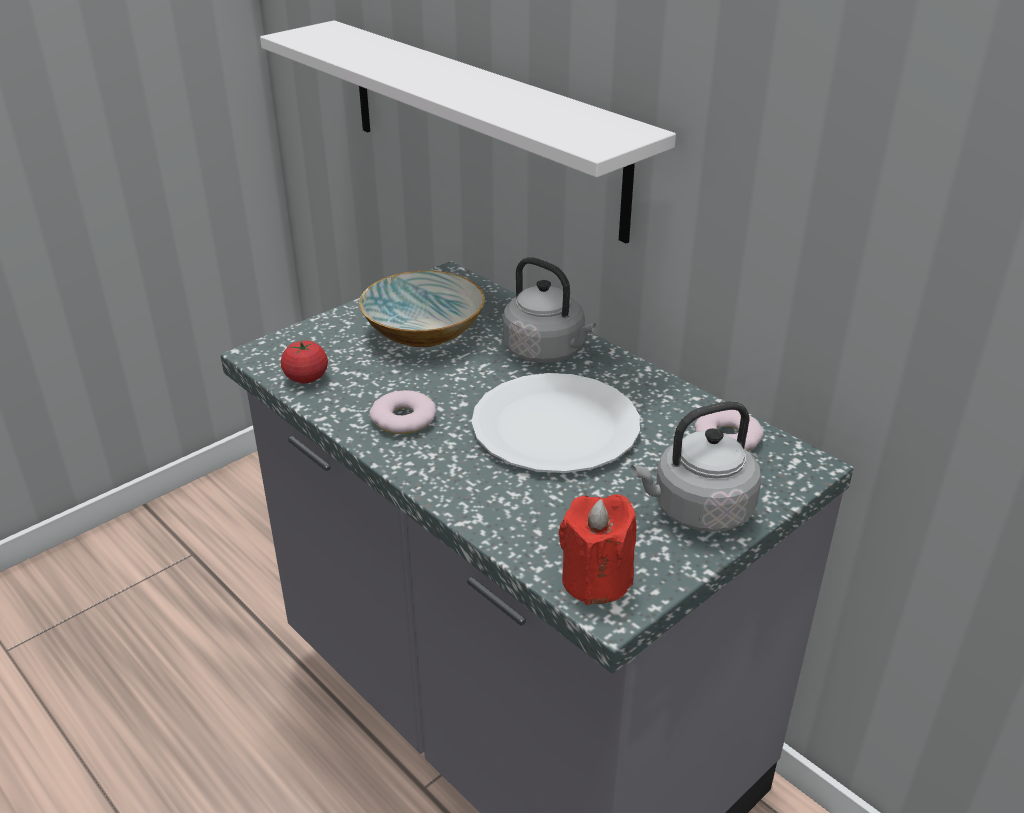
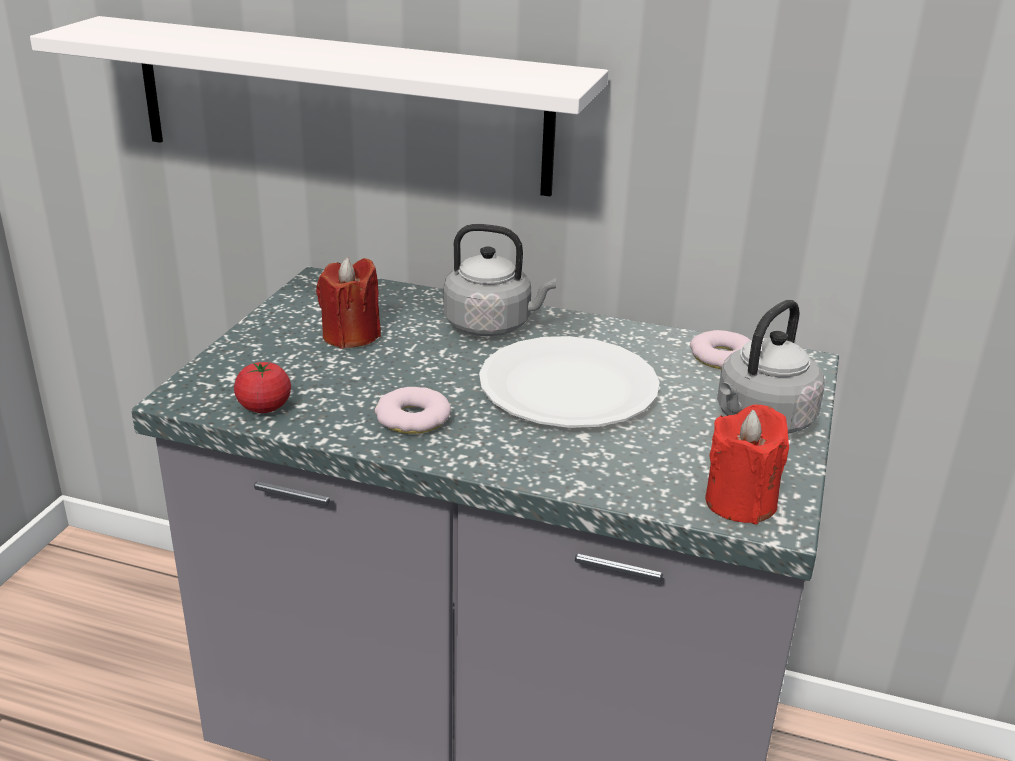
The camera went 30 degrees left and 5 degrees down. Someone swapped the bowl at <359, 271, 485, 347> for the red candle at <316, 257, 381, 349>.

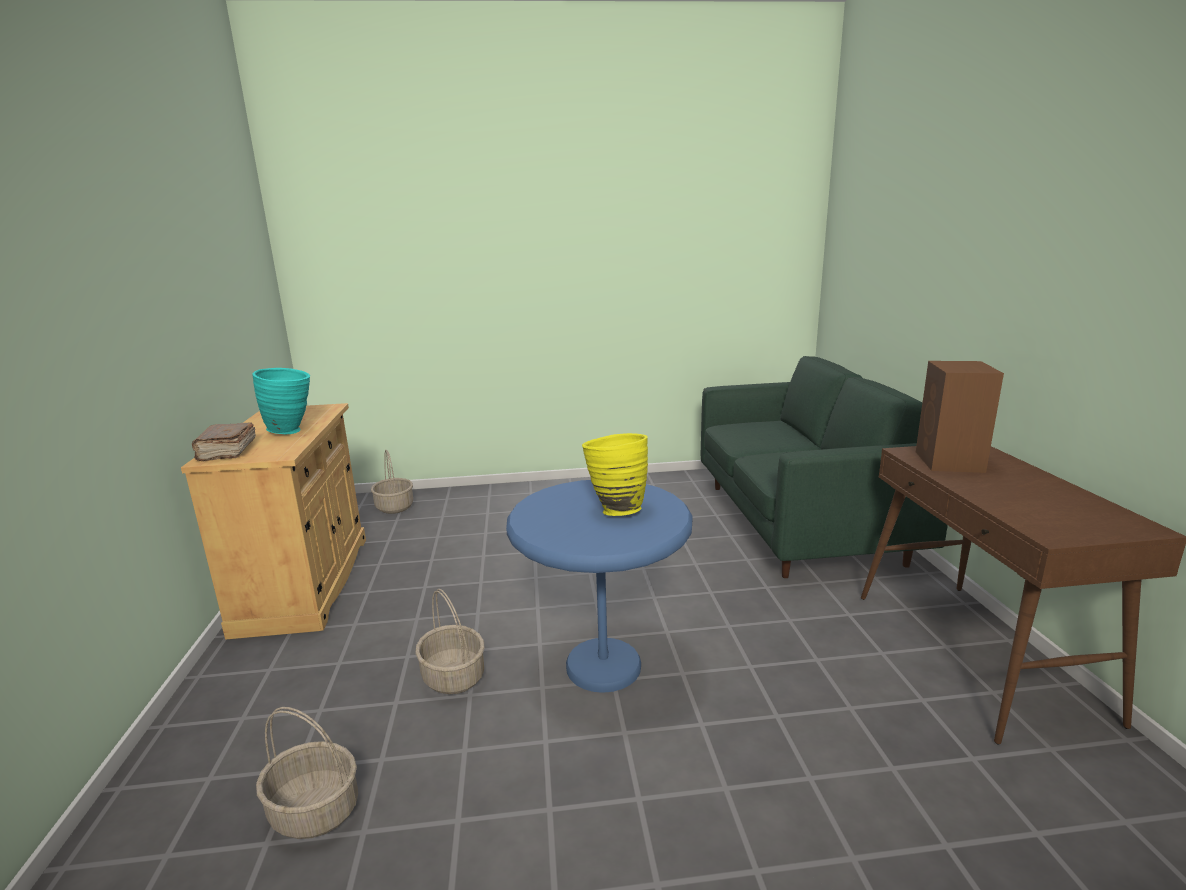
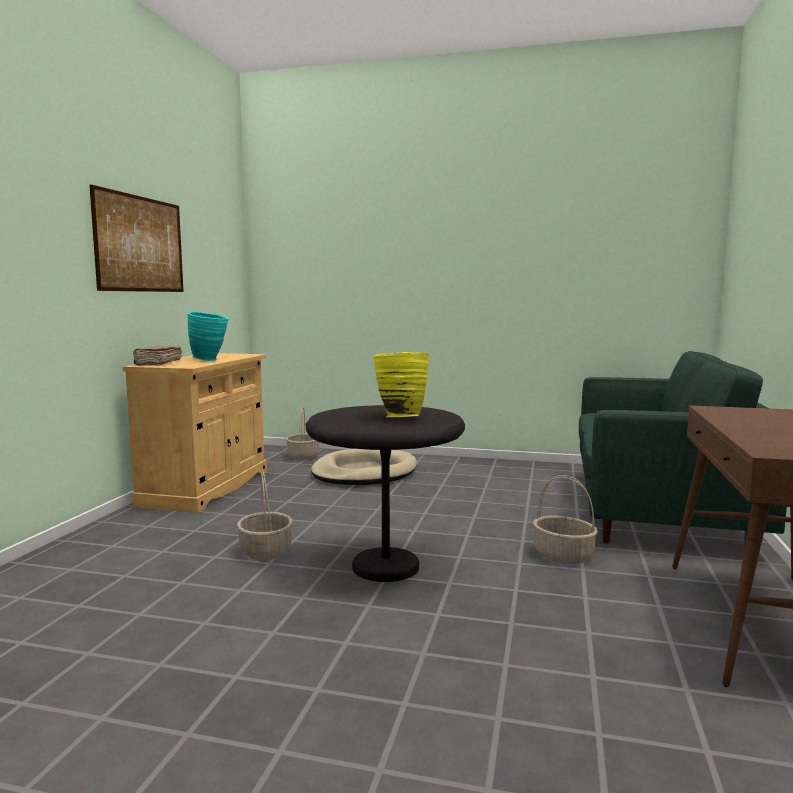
The camera went 20 degrees right and 10 degrees down. Someone put up the picture at <89, 185, 184, 292>. Someone repainted the blue side table at <506, 480, 692, 693>, which became the black side table at <306, 405, 465, 582>. Someone put down the beige dog bed at <311, 449, 417, 485>. Someone carried the basket from <256, 707, 358, 839> to <533, 475, 598, 564>. Someone took away the brown speaker at <916, 361, 1004, 473>.

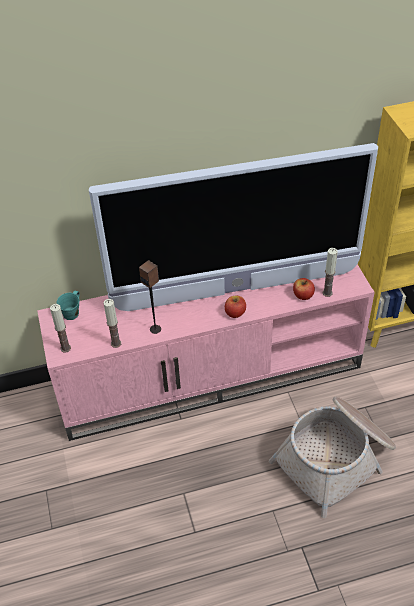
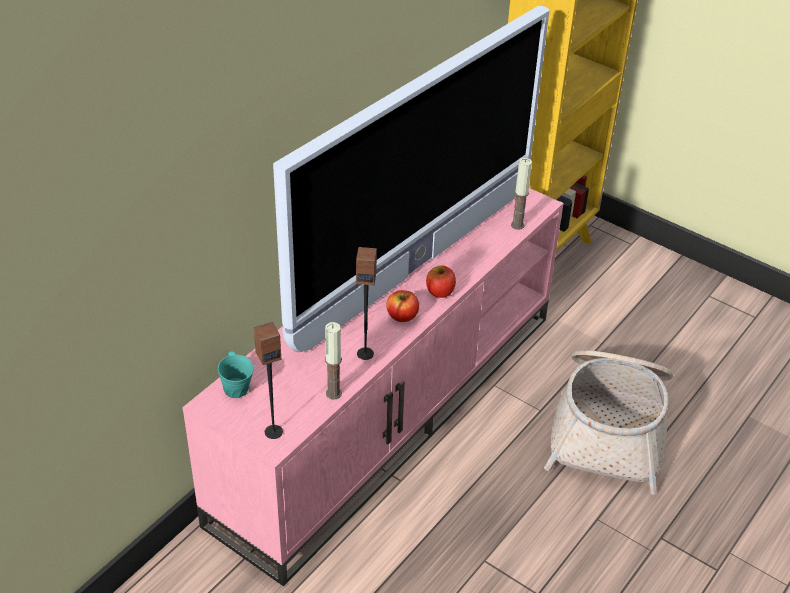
The camera went 40 degrees left and 5 degrees down. Someone swapped the candle at <50, 304, 71, 353> for the speaker at <254, 322, 283, 439>. Someone carried the apple from <293, 278, 315, 300> to <386, 290, 419, 322>.

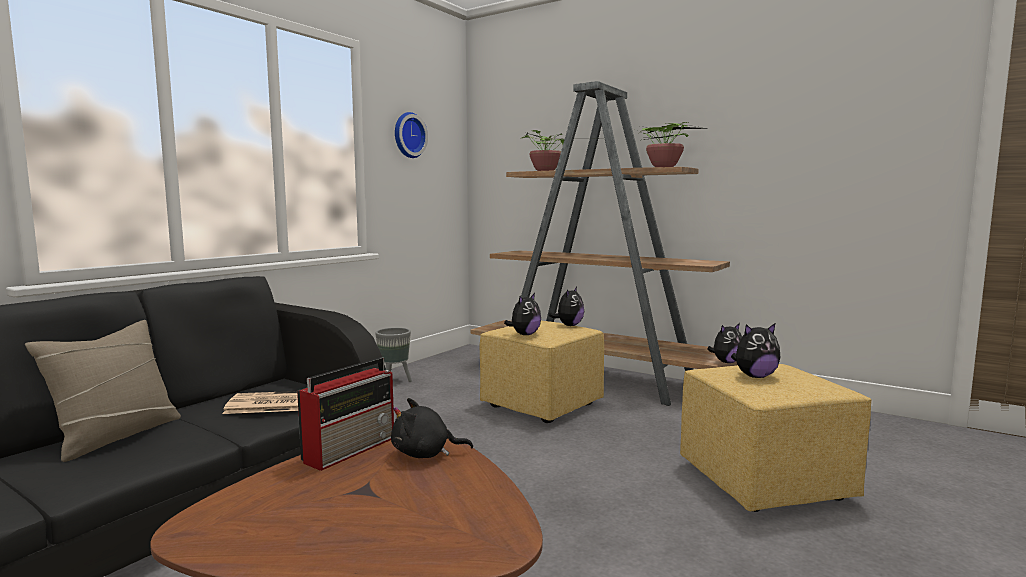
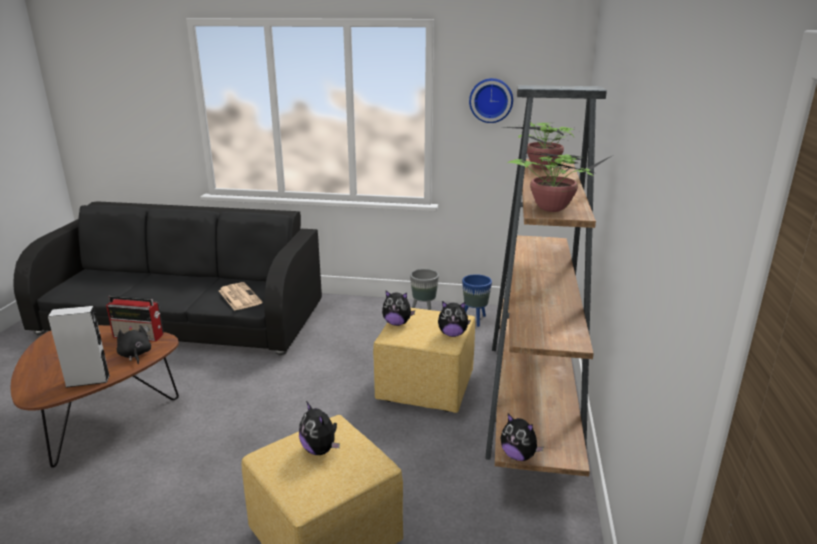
The camera went 65 degrees right and 15 degrees up. Someone put down the grey speaker at <48, 306, 110, 388>. Someone put down the blue planter at <462, 274, 492, 327>. Someone took away the beige pillow at <25, 320, 181, 462>.

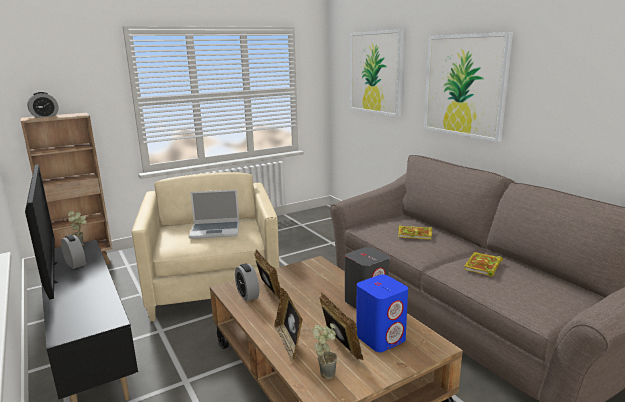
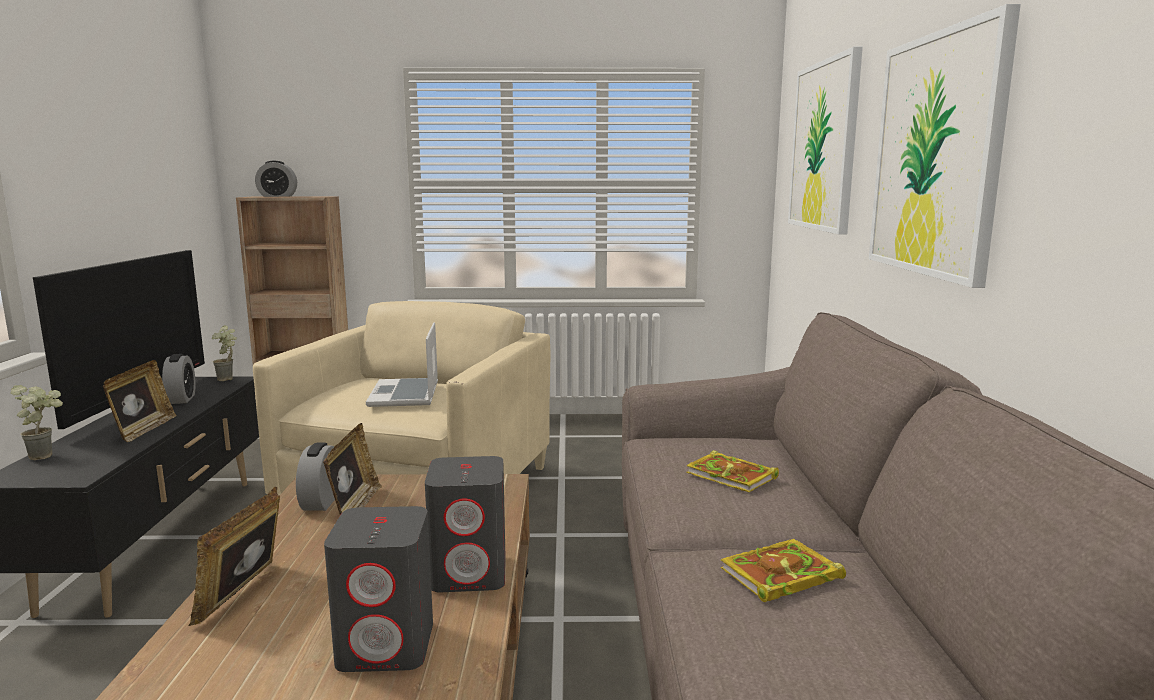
The camera went 30 degrees right and 5 degrees down. Someone carried the potted plant from <313, 323, 337, 379> to <11, 385, 63, 460>. Someone carried the picture frame from <320, 292, 363, 360> to <103, 360, 177, 442>. Someone repainted the blue speaker at <356, 274, 408, 352>, which became the grey speaker at <324, 506, 433, 672>. Someone rotated the laptop at <189, 189, 239, 239> by 60 degrees clockwise.

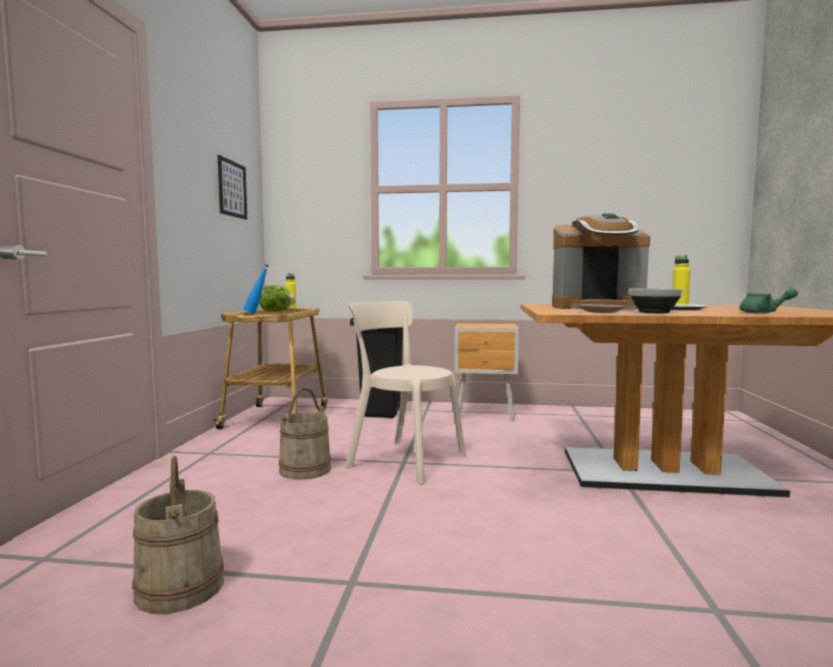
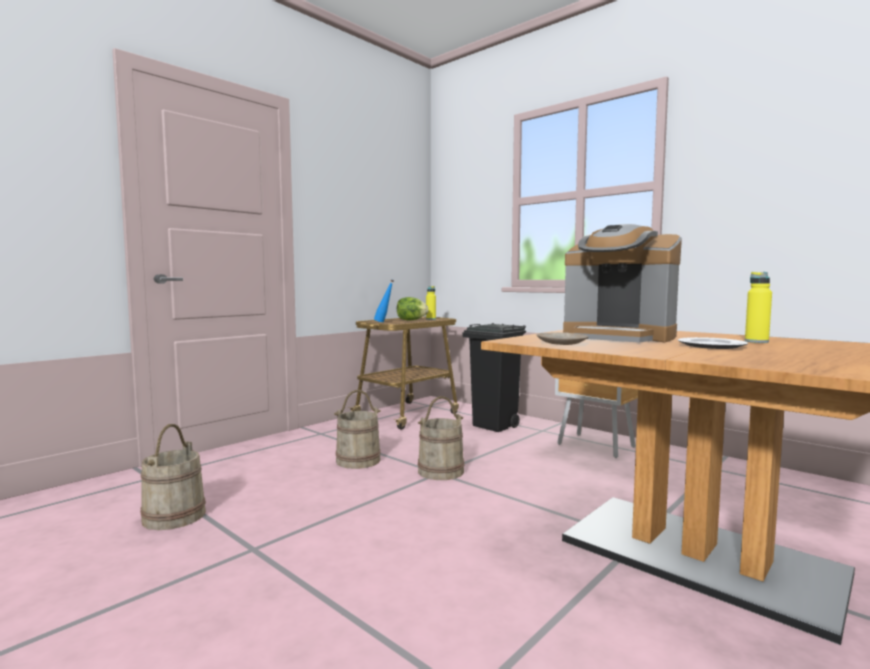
The camera went 35 degrees right and 0 degrees up. Someone swapped the beige chair at <346, 301, 466, 485> for the beige bucket at <418, 396, 465, 480>. Someone took away the picture at <218, 155, 247, 220>. Someone took away the bowl at <629, 288, 683, 313>. Someone took away the green teapot at <740, 288, 798, 313>.

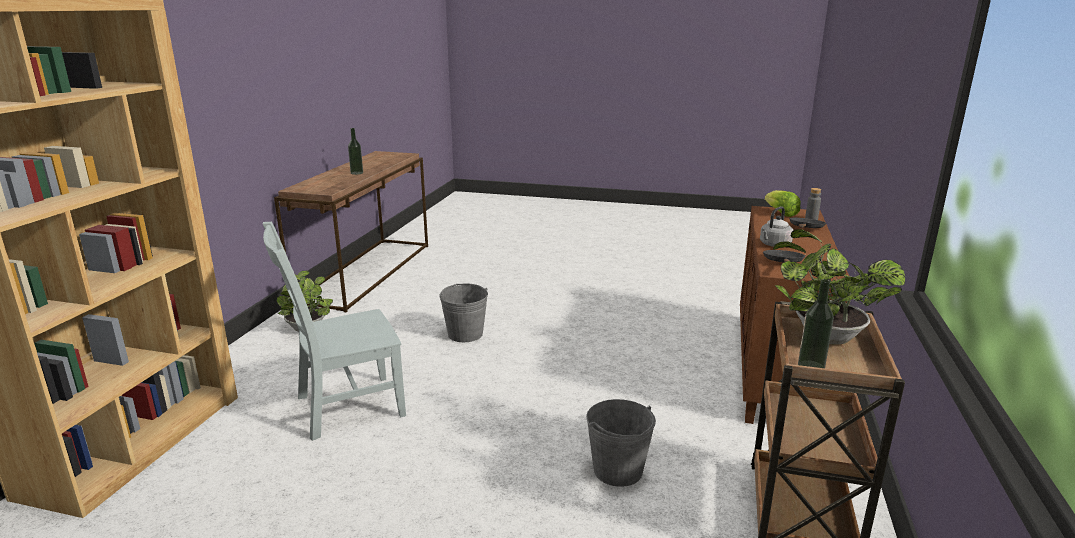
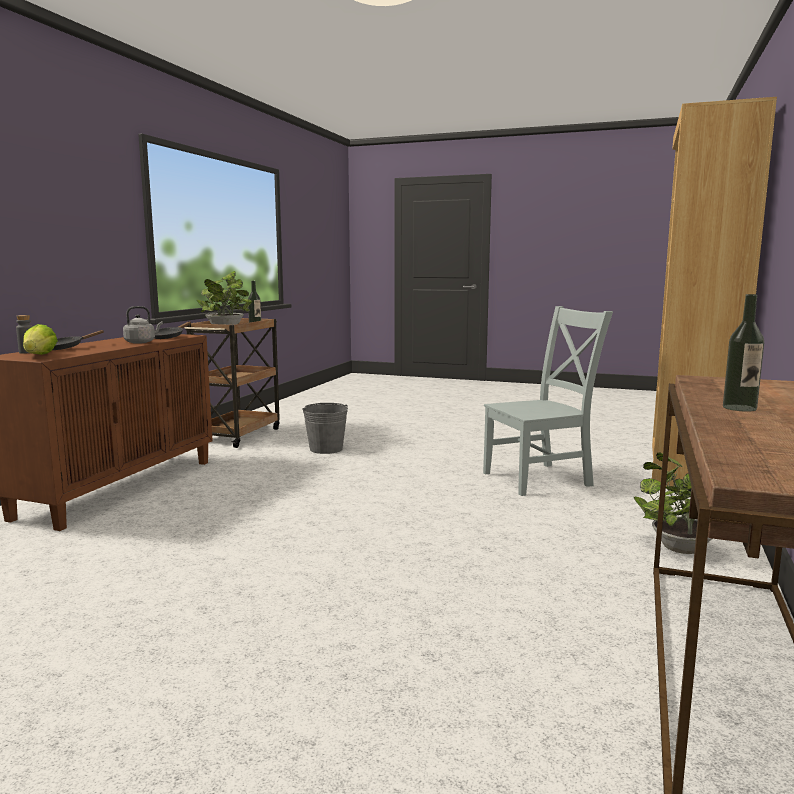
The camera went 175 degrees left and 10 degrees down. Someone took away the grey bucket at <439, 284, 488, 342>.

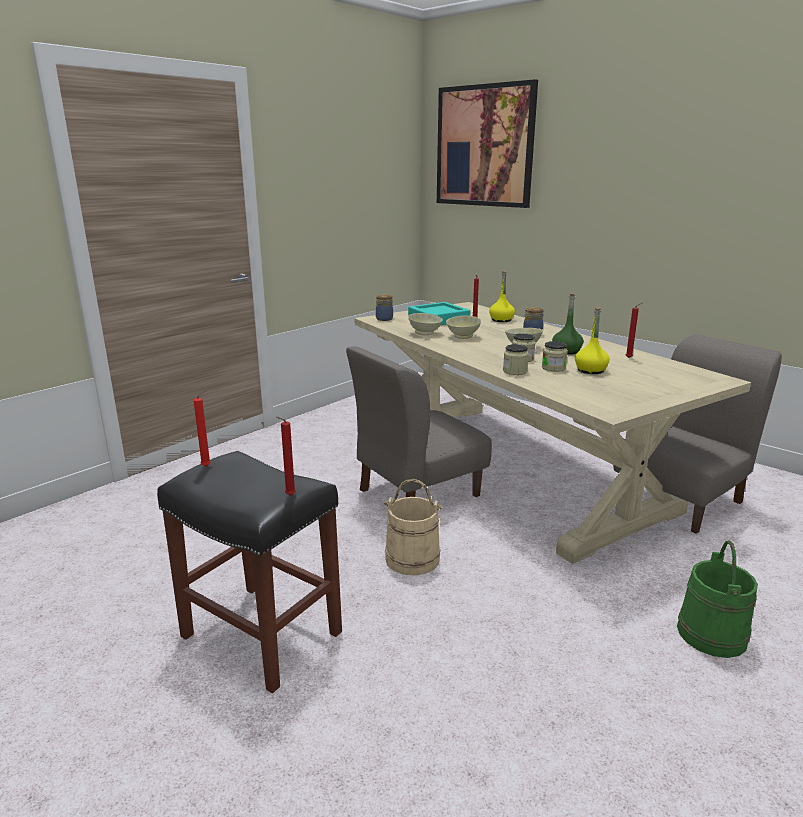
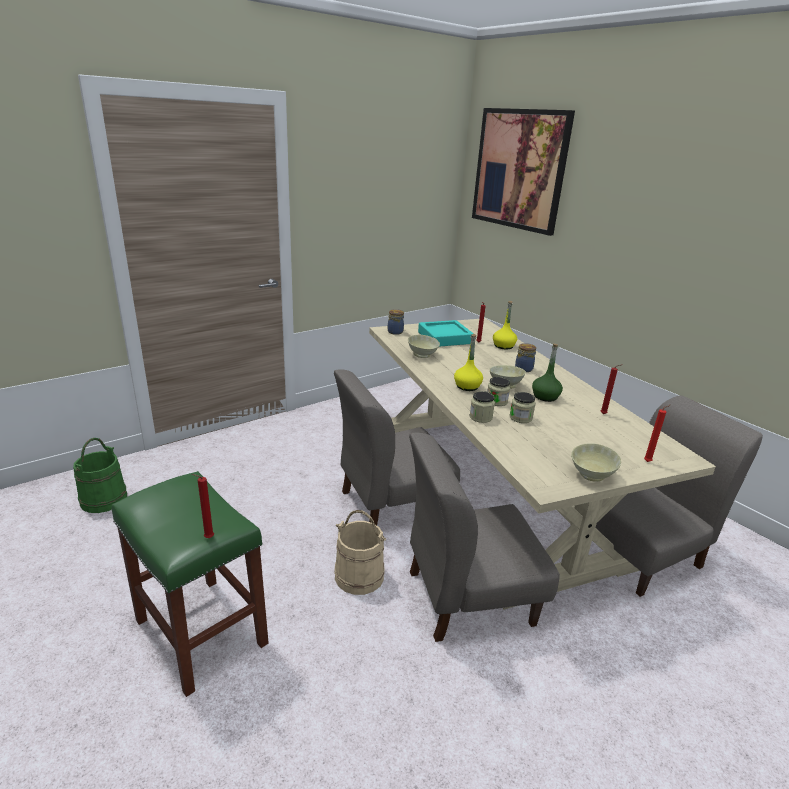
The camera went 10 degrees right and 5 degrees up. Someone carried the green bucket from <677, 541, 758, 658> to <73, 438, 127, 513>. Someone repainted the black stool at <157, 451, 342, 694>, which became the green stool at <112, 471, 269, 697>. Someone put down the grey chair at <409, 433, 560, 642>. Someone carried the yellow bottle from <575, 307, 610, 374> to <454, 334, 483, 391>. Someone carried the beige bowl from <446, 316, 481, 339> to <571, 443, 621, 482>. Someone carried the red candle from <193, 390, 211, 467> to <644, 405, 670, 462>.

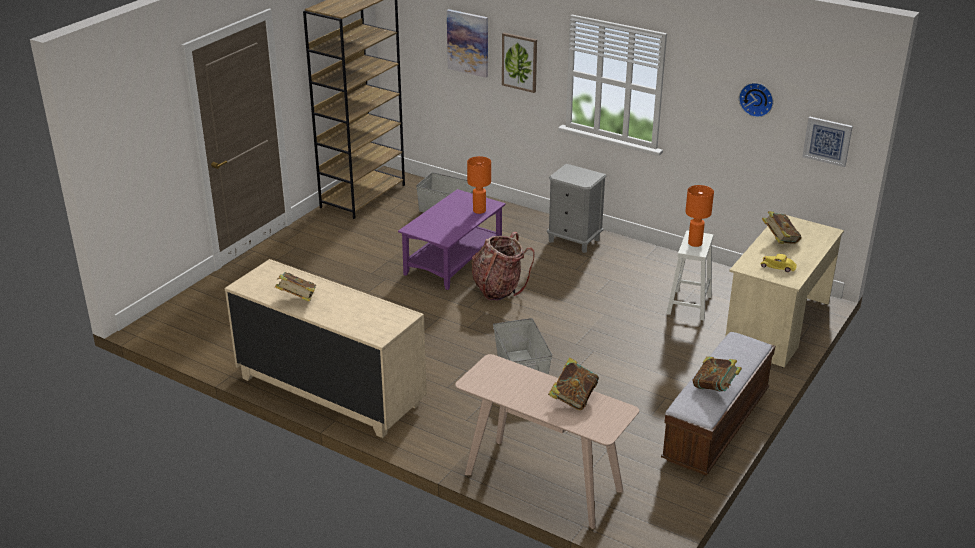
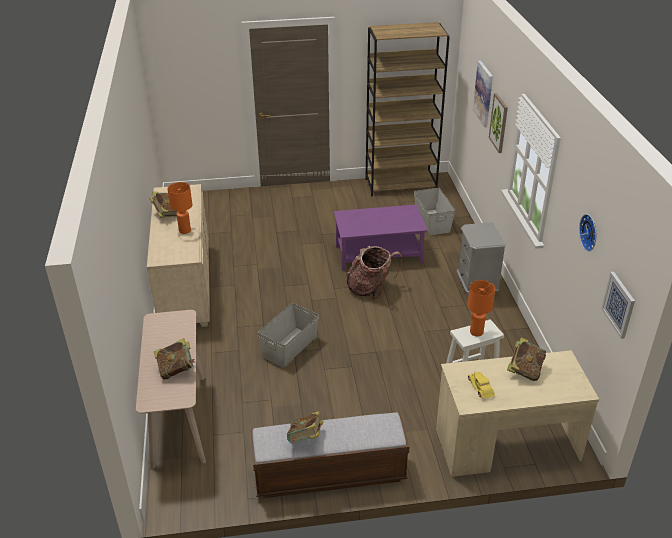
The camera went 50 degrees right and 5 degrees up. Someone carried the orange table lamp from <467, 156, 491, 214> to <168, 182, 192, 234>.

